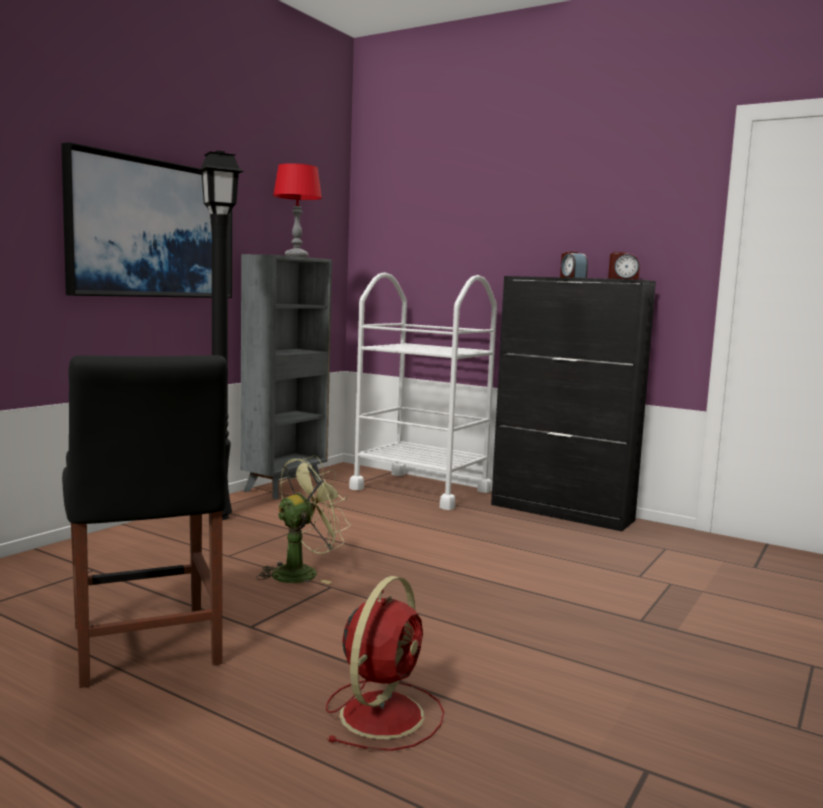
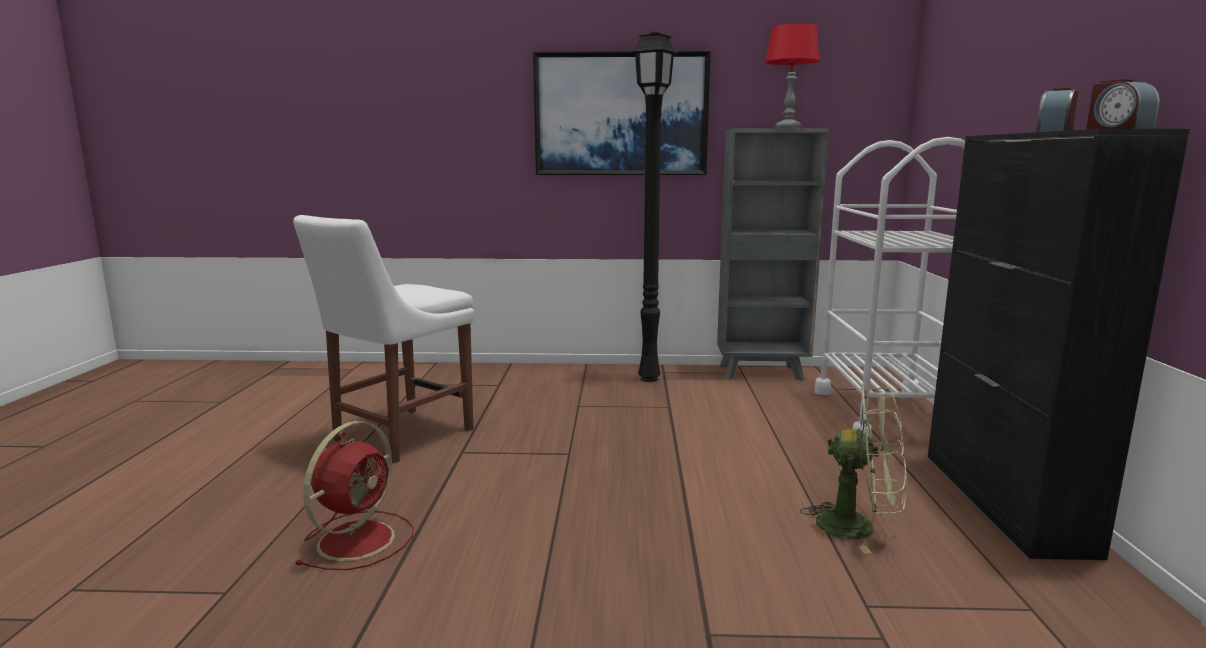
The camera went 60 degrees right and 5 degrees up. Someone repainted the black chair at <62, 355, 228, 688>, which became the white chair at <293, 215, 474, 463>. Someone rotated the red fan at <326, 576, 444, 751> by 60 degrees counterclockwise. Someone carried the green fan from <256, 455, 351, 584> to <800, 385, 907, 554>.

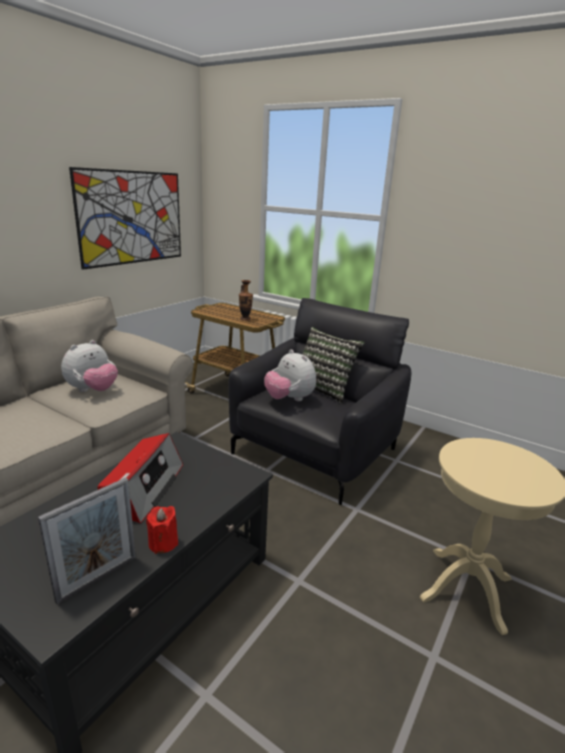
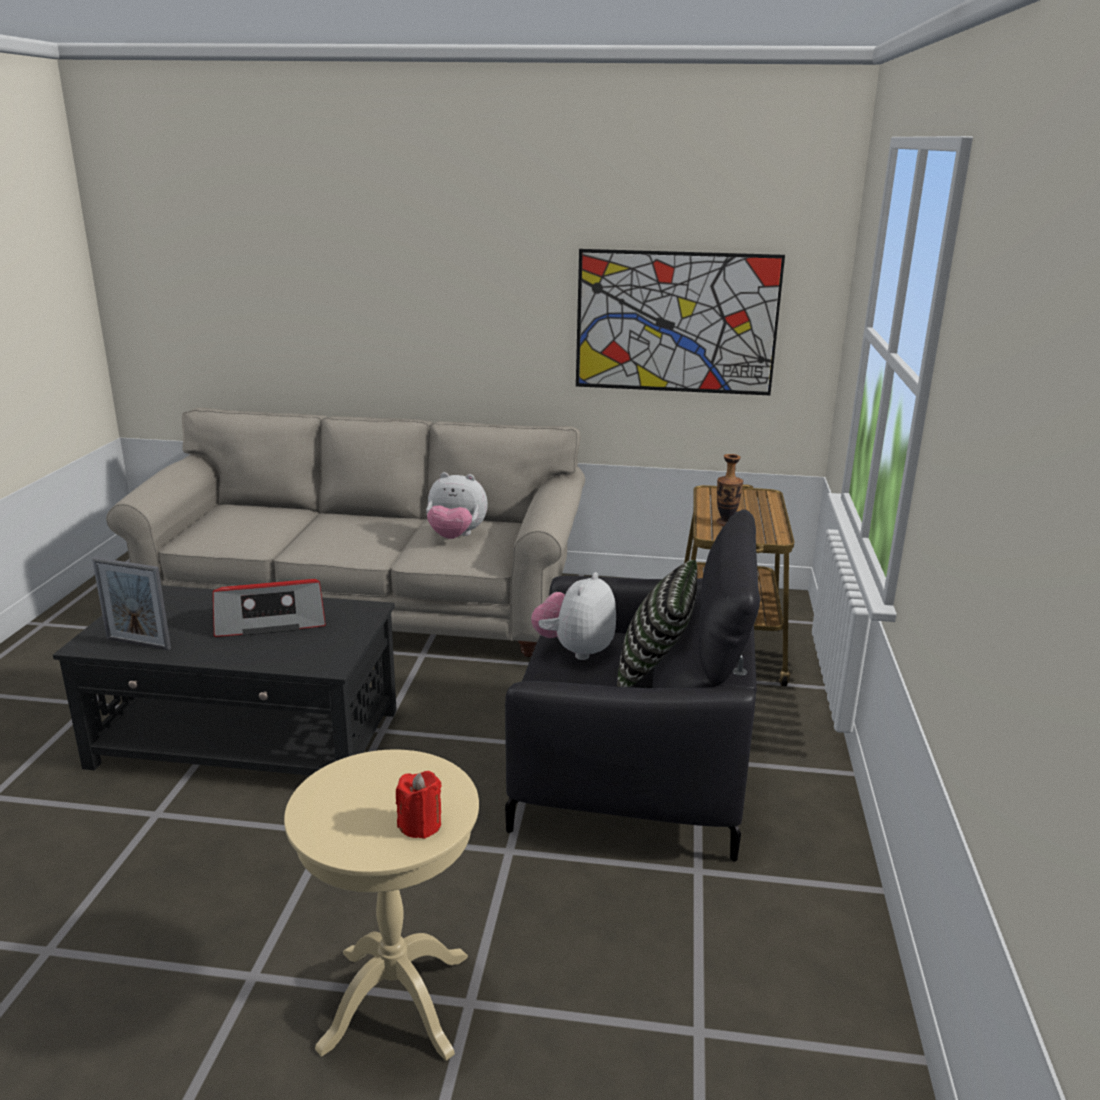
The camera went 65 degrees right and 0 degrees up. Someone carried the red candle from <146, 506, 178, 554> to <396, 771, 442, 839>.

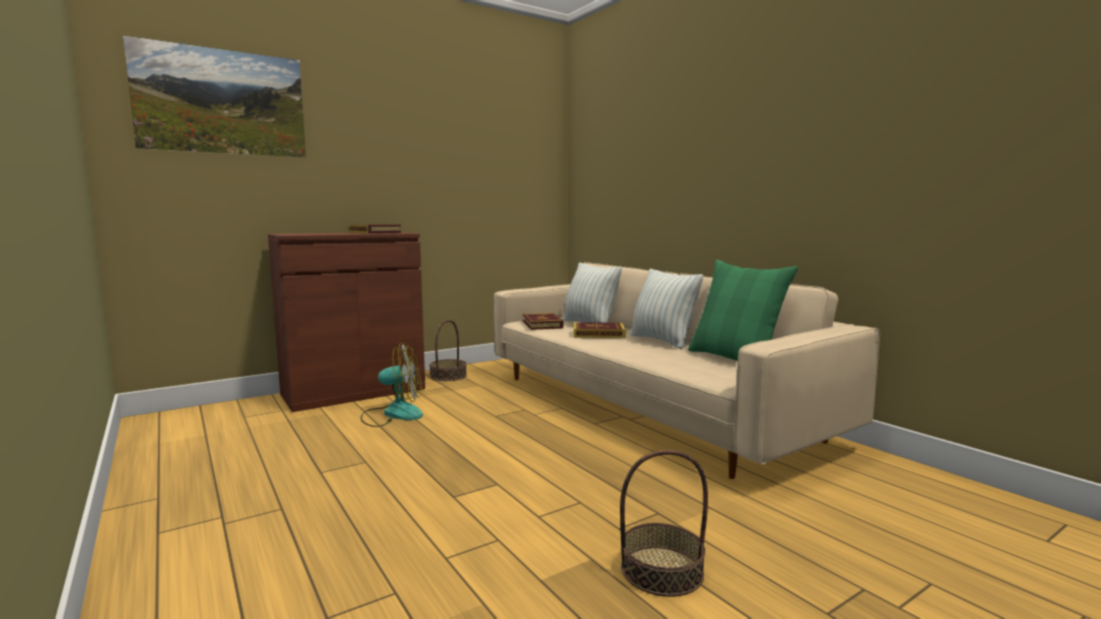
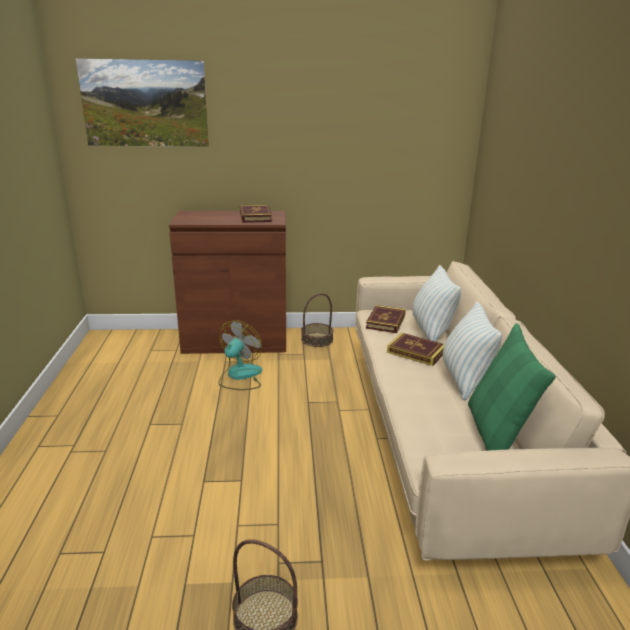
The camera went 30 degrees right and 15 degrees up. Someone rotated the fan at <361, 343, 423, 427> by 90 degrees counterclockwise.

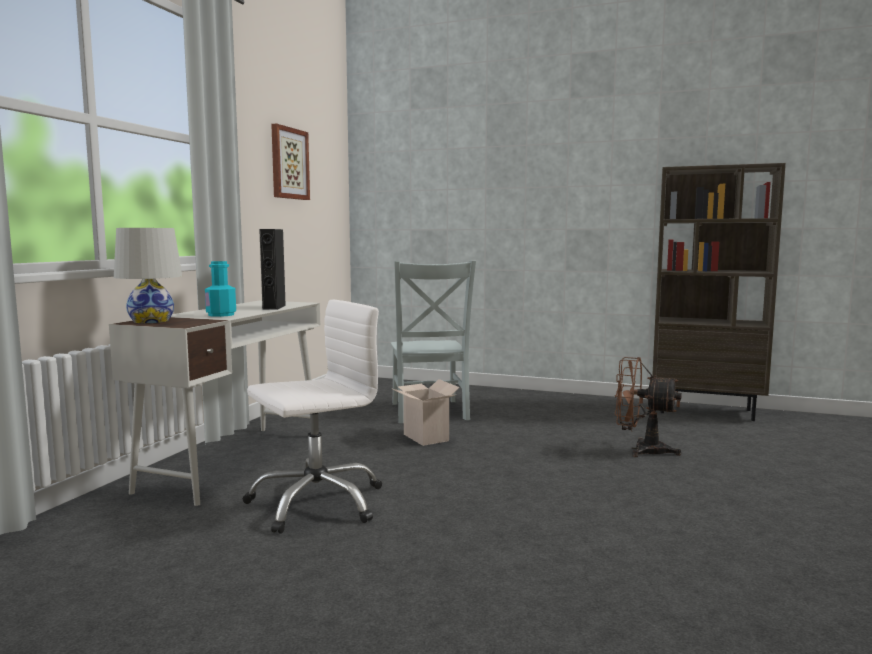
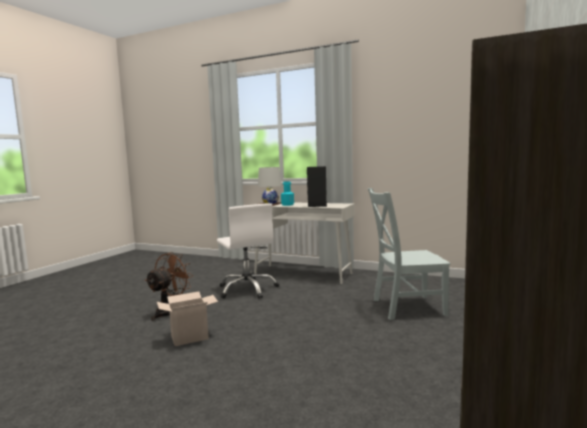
The camera went 95 degrees right and 0 degrees up. Someone carried the brown fan from <615, 357, 682, 457> to <145, 252, 193, 321>. Someone carried the cardboard box from <391, 379, 460, 446> to <157, 292, 218, 346>. Someone took away the picture at <271, 123, 310, 200>.

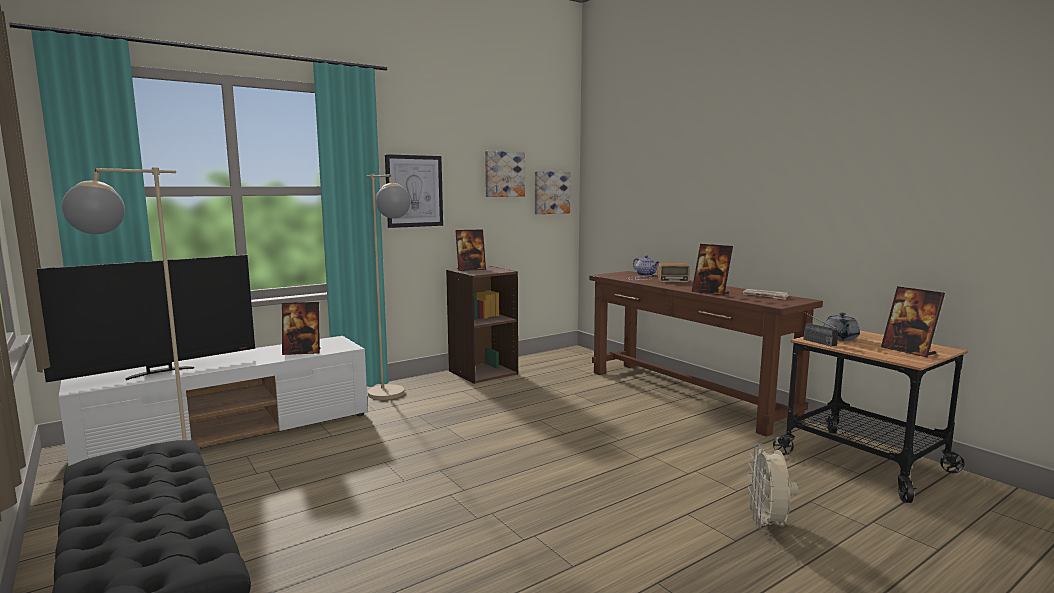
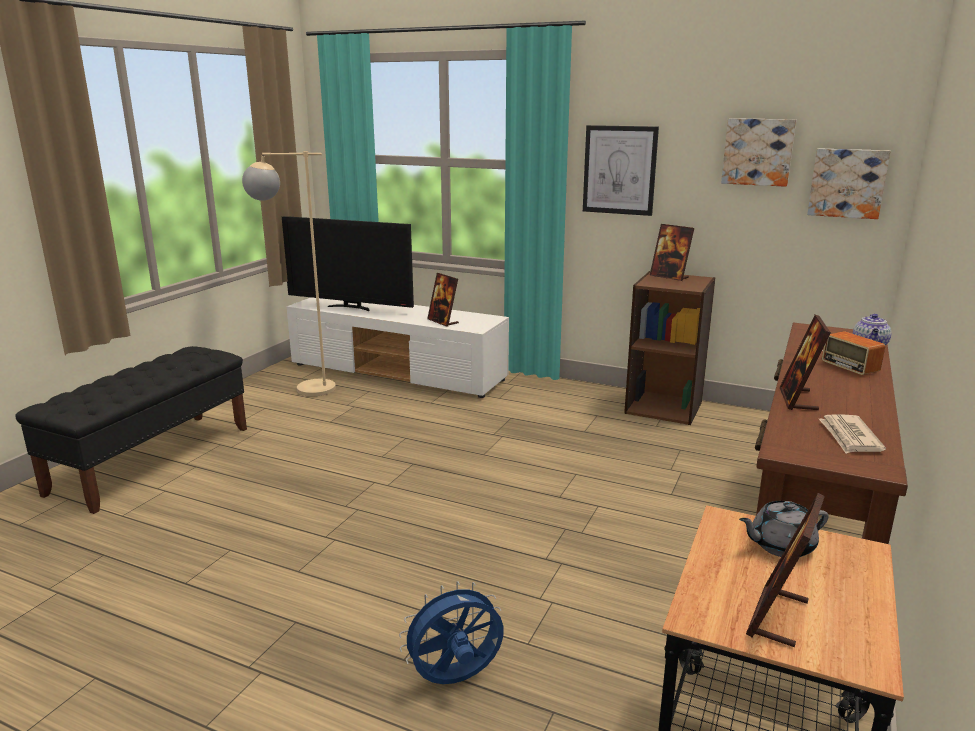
The camera went 60 degrees right and 10 degrees up. Someone repainted the beige fan at <748, 443, 798, 531>, which became the blue fan at <399, 581, 503, 684>. Someone took away the beige floor lamp at <366, 174, 411, 400>. Someone took away the radio at <796, 308, 838, 347>.

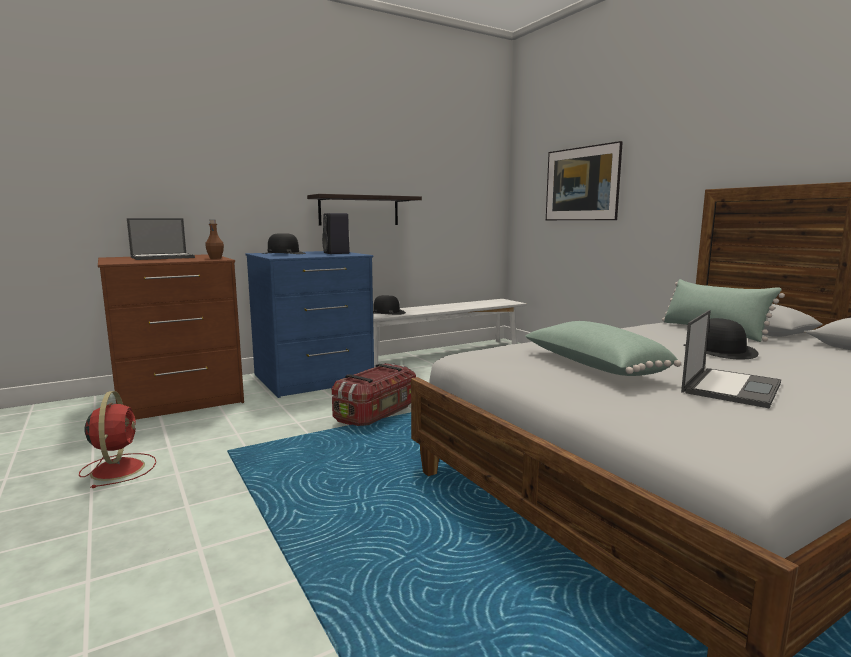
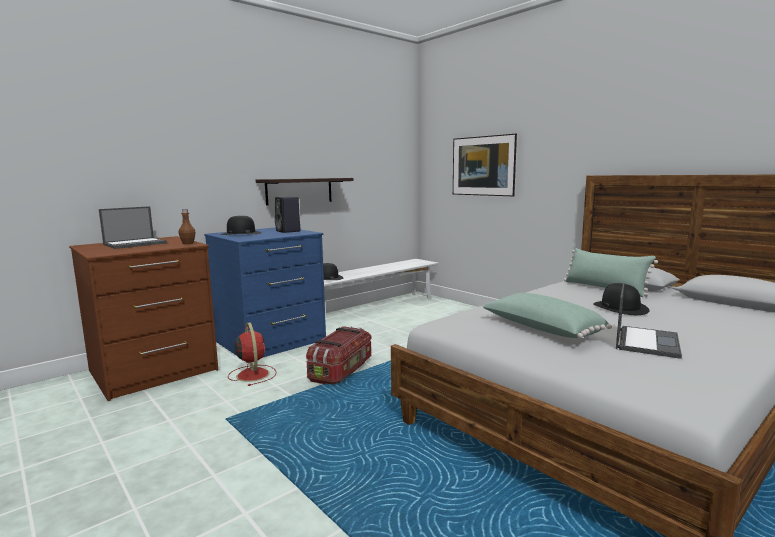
The camera went 10 degrees left and 0 degrees up. Someone carried the red fan from <79, 391, 156, 488> to <228, 322, 276, 386>.

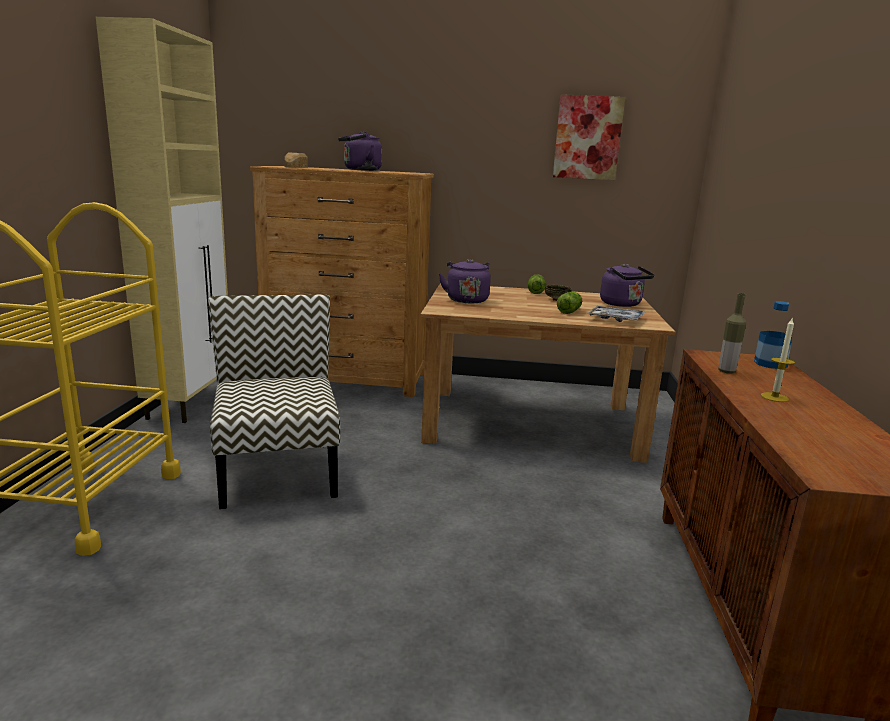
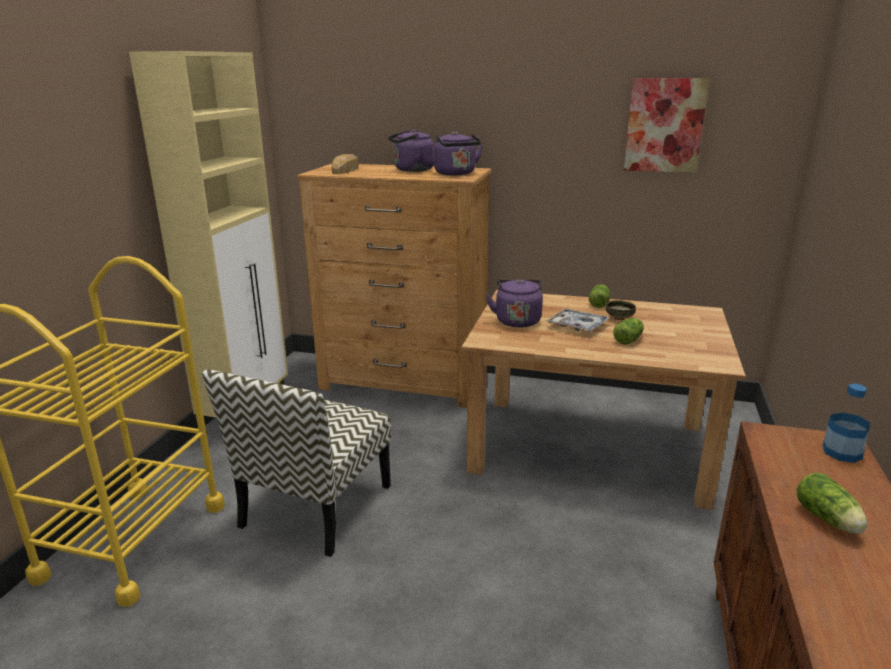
The camera went 10 degrees right and 5 degrees up. Someone rotated the chair at <208, 295, 340, 509> by 150 degrees counterclockwise. Someone carried the purple kettle from <600, 264, 655, 307> to <434, 131, 483, 175>. Someone carried the tray from <587, 306, 645, 322> to <545, 309, 610, 332>. Someone swapped the candle at <761, 317, 795, 402> for the lettuce at <796, 473, 868, 534>. Someone took away the bottle at <718, 293, 746, 374>.

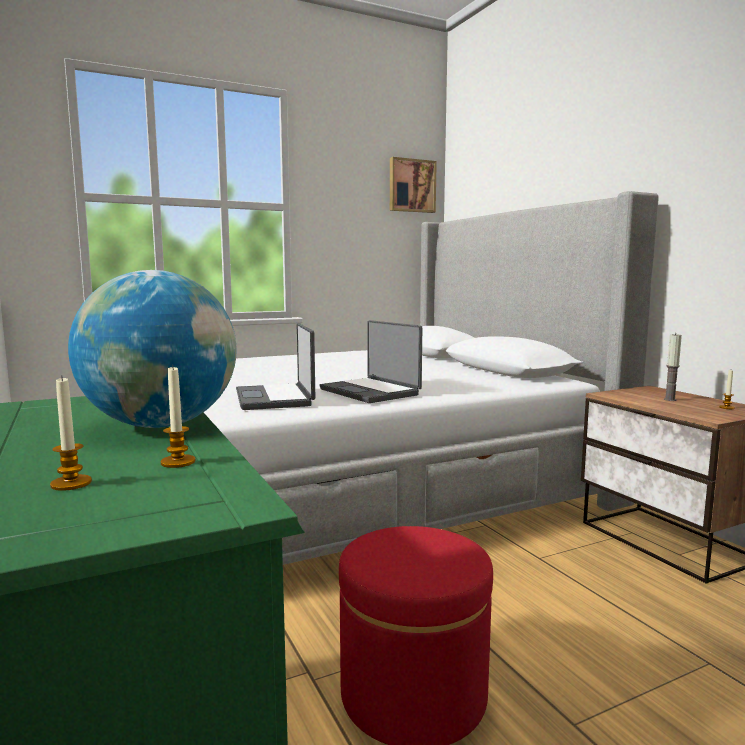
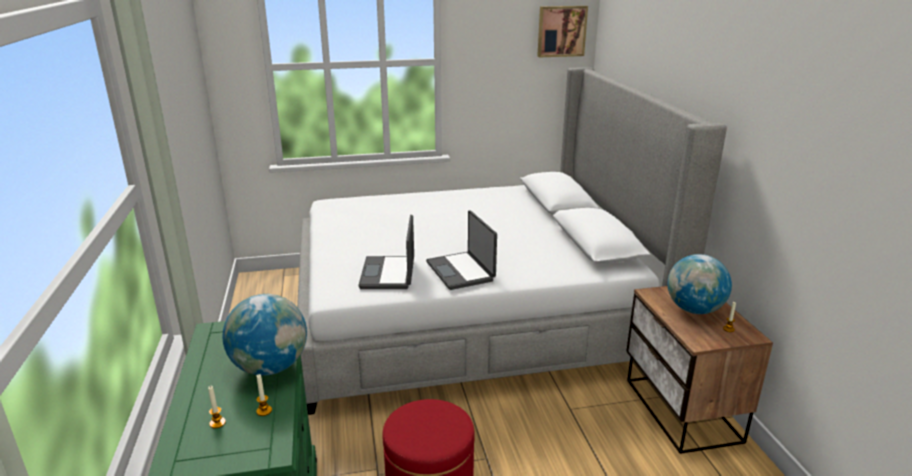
The camera went 15 degrees right and 15 degrees up. Someone swapped the candle at <664, 333, 682, 401> for the globe at <668, 254, 732, 314>.

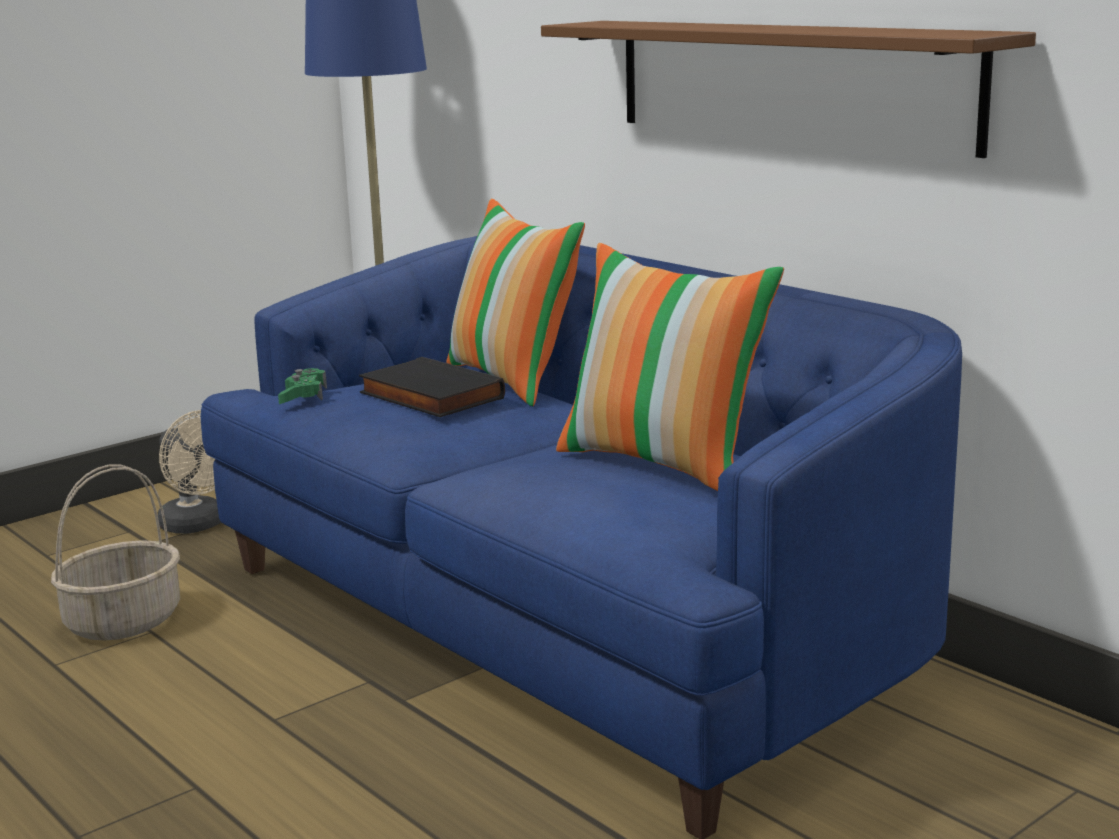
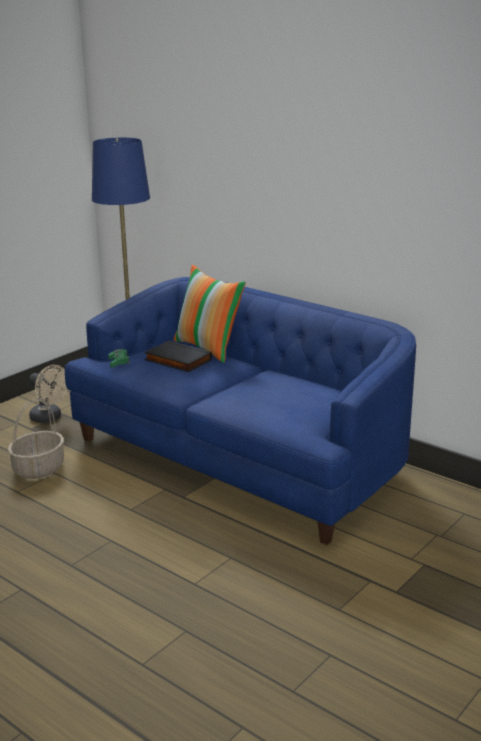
The camera went 10 degrees left and 5 degrees up. Someone took away the brown shelf at <541, 21, 1036, 158>. Someone took away the pillow at <556, 243, 784, 491>.

